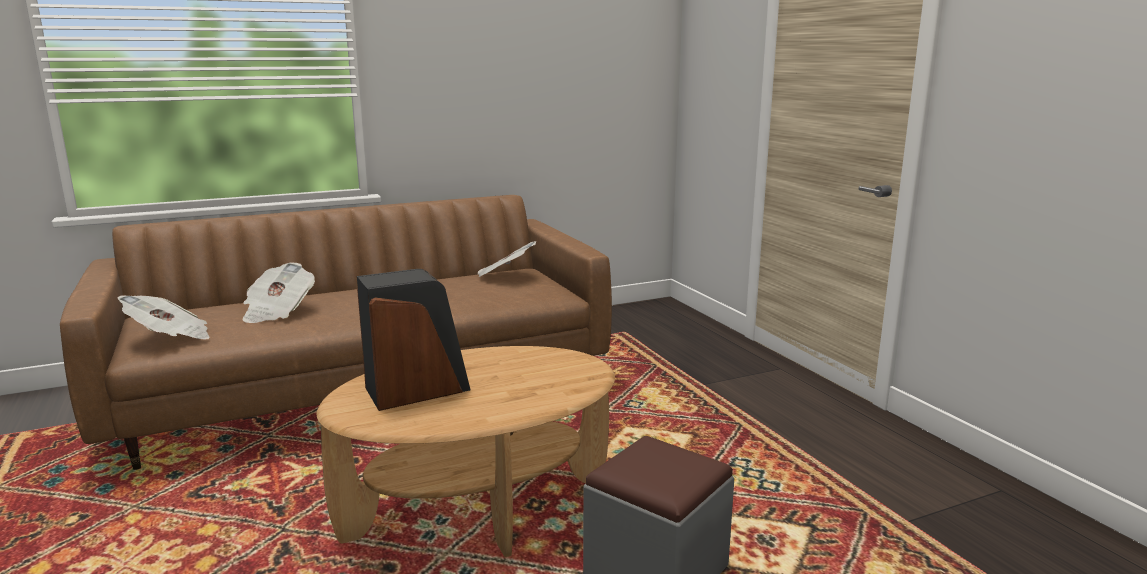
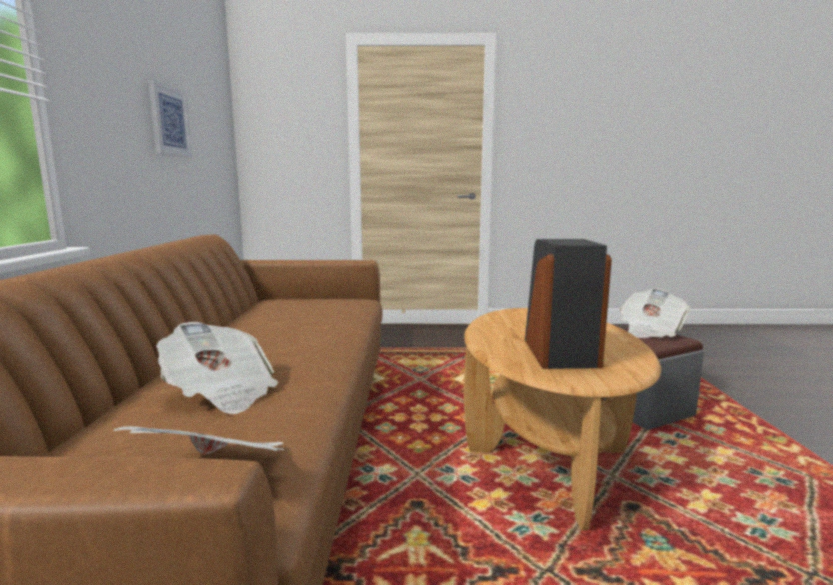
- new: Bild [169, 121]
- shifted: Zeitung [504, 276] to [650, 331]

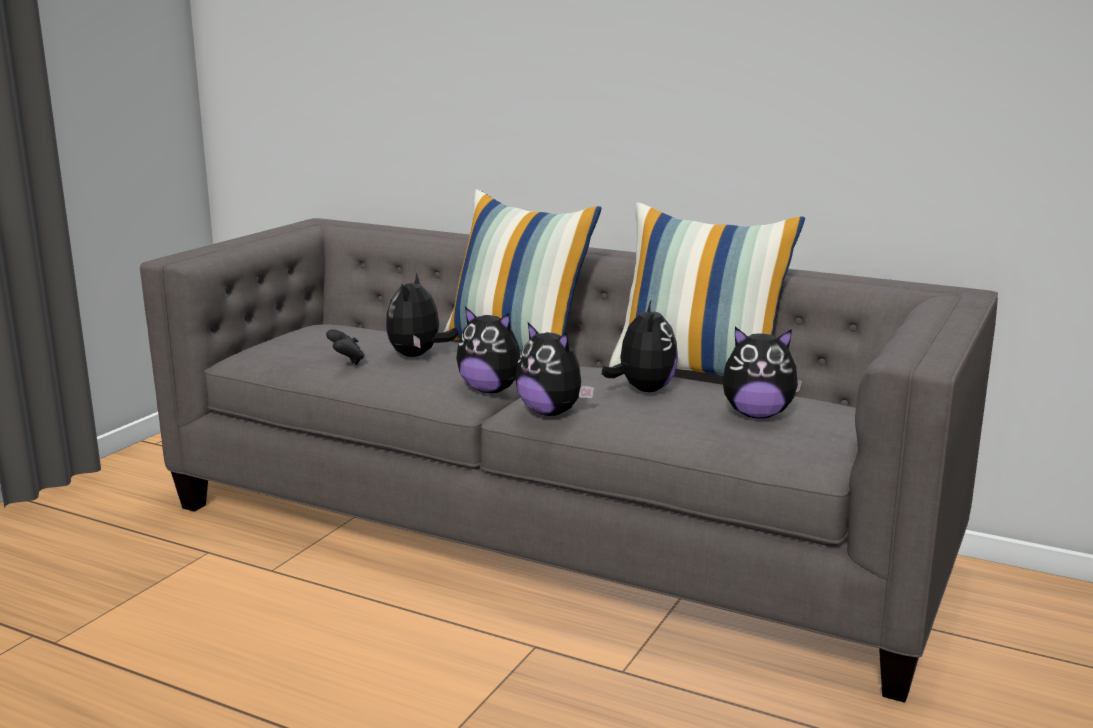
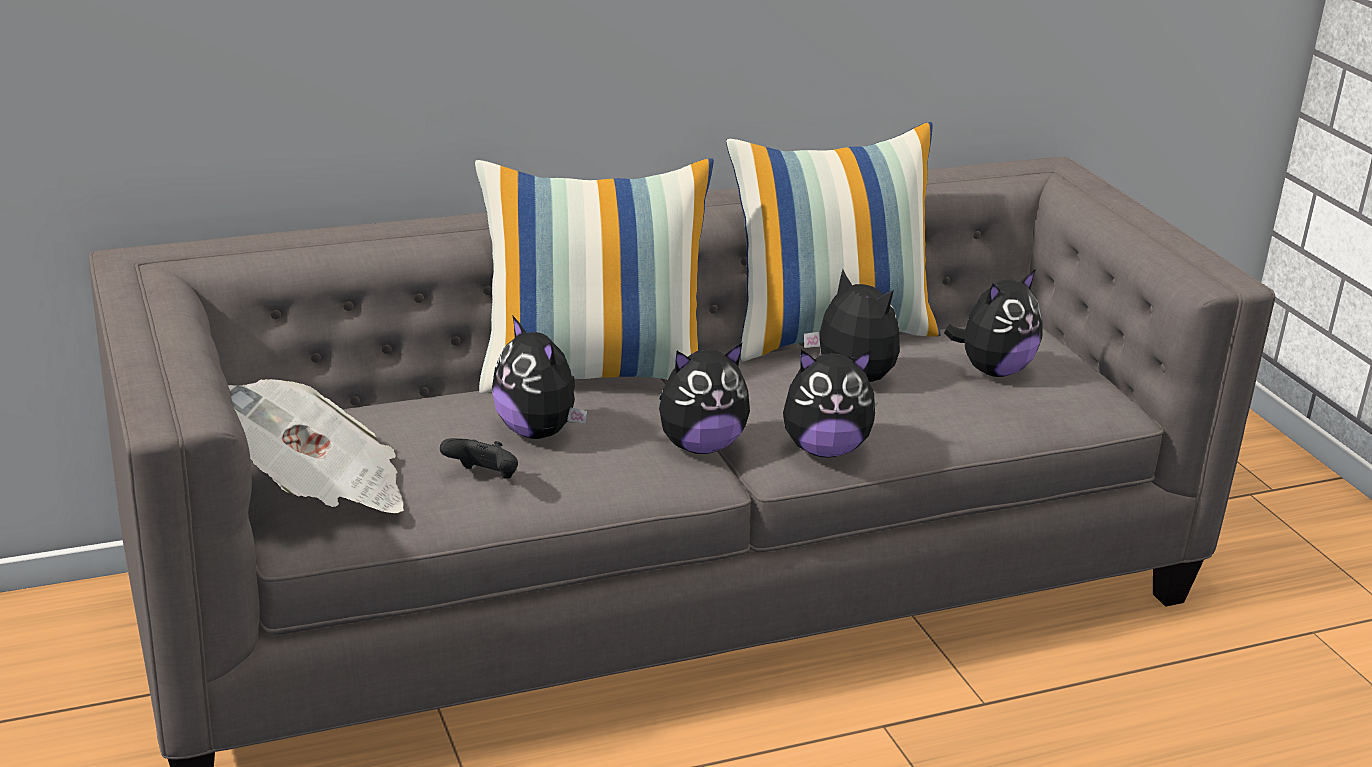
- new: Zeitung [320, 490]

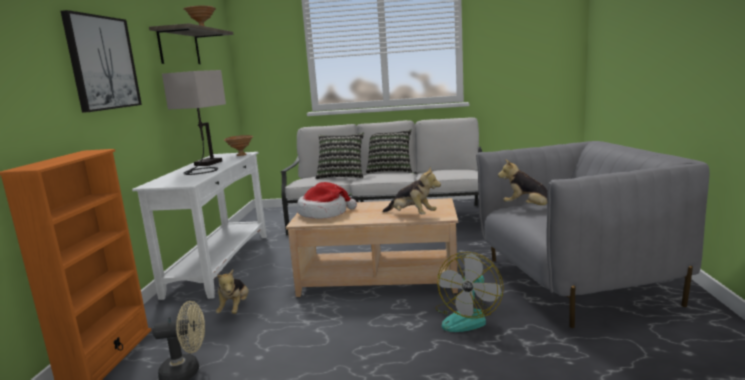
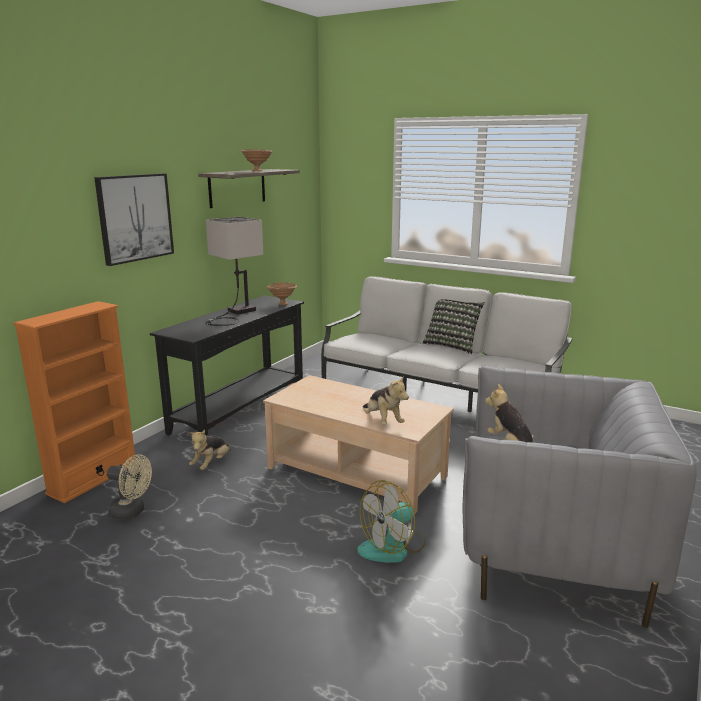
- repainted: Konsolentisch/weiß [220, 263] to Konsolentisch/schwarz [239, 410]
- gone: Hut [324, 213]
- gone: Kissen [341, 176]

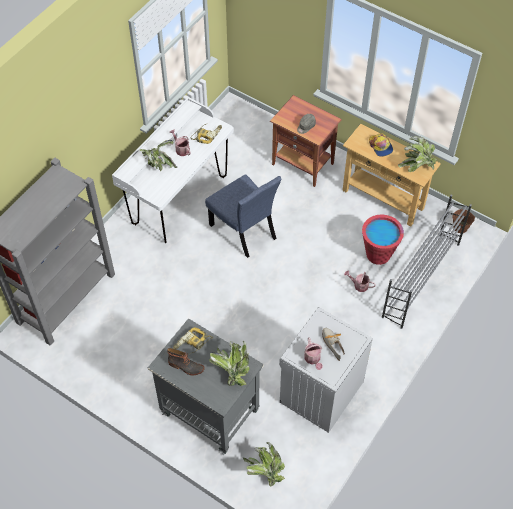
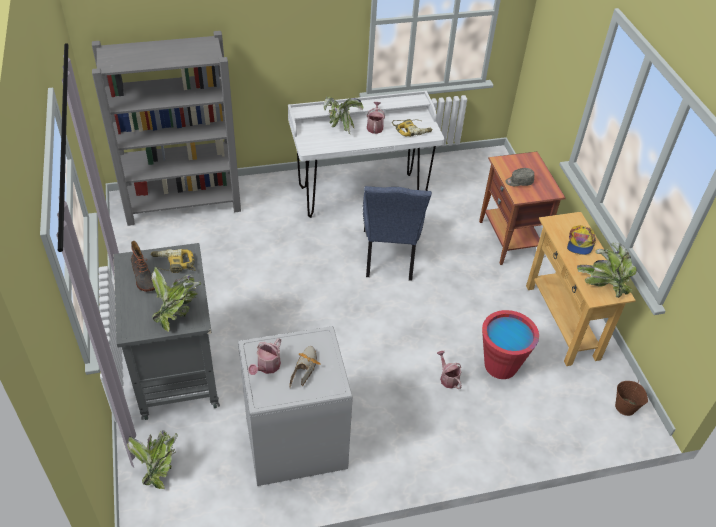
- gone: Schuhregal/grau [420, 280]

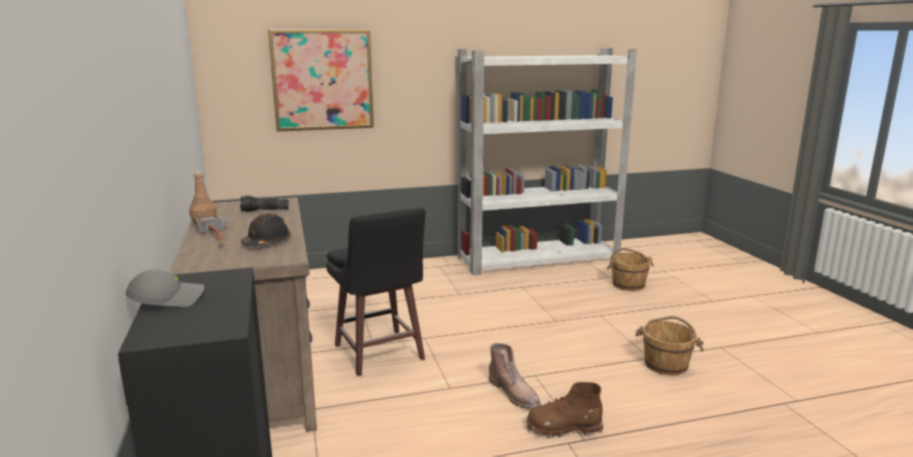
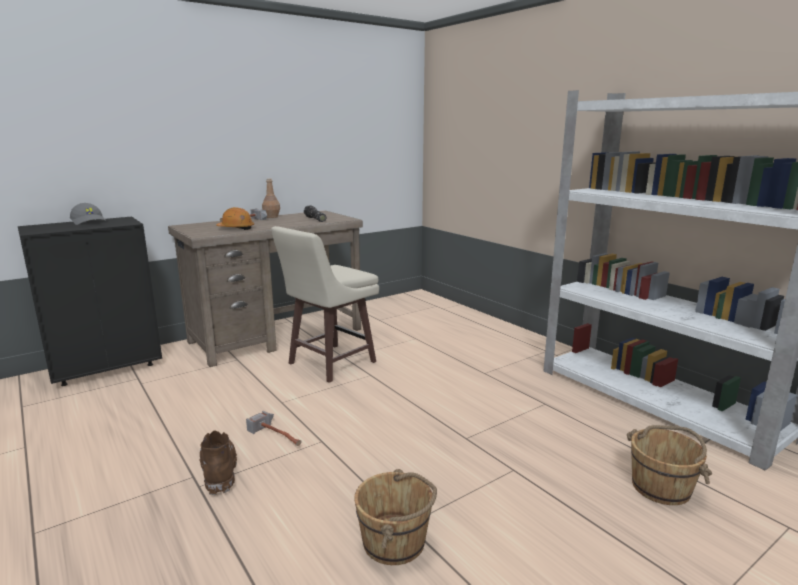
- repainted: Schutzhelm/schwarz [267, 242] to Schutzhelm/orange [236, 228]
- swapped: Stiefel/braun [515, 394] to Hammer [280, 435]
- repainted: Hocker/schwarz [379, 354] to Hocker/beige [329, 363]
- gone: Bild [322, 80]

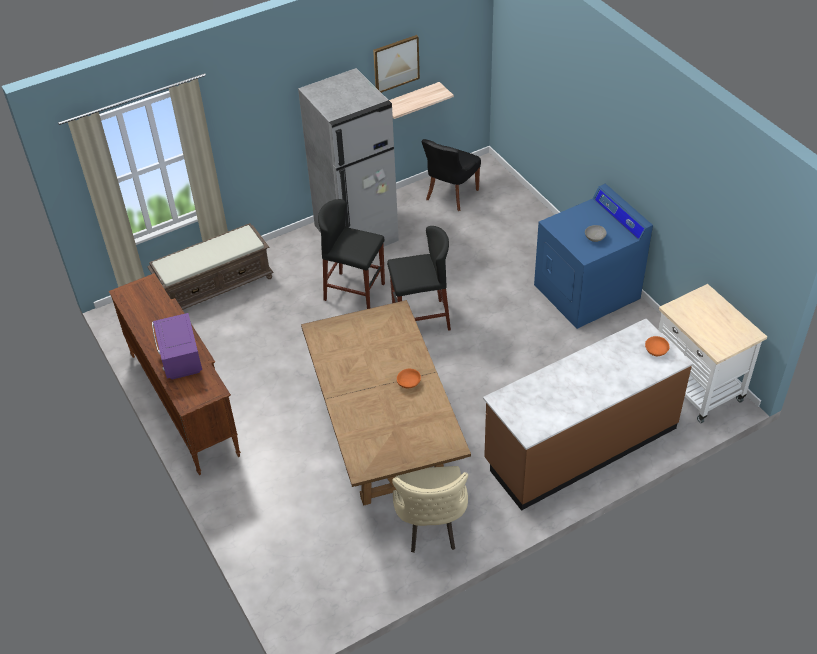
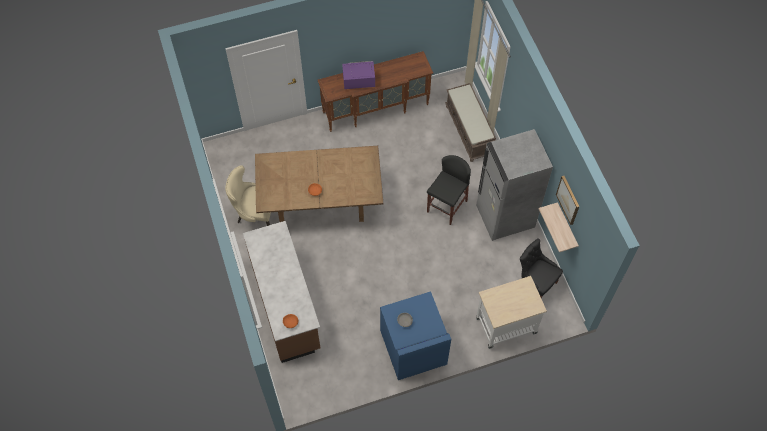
- shifted: Rollwagen/weiß [696, 388] to [505, 326]
- gone: Hocker/schwarz [421, 319]

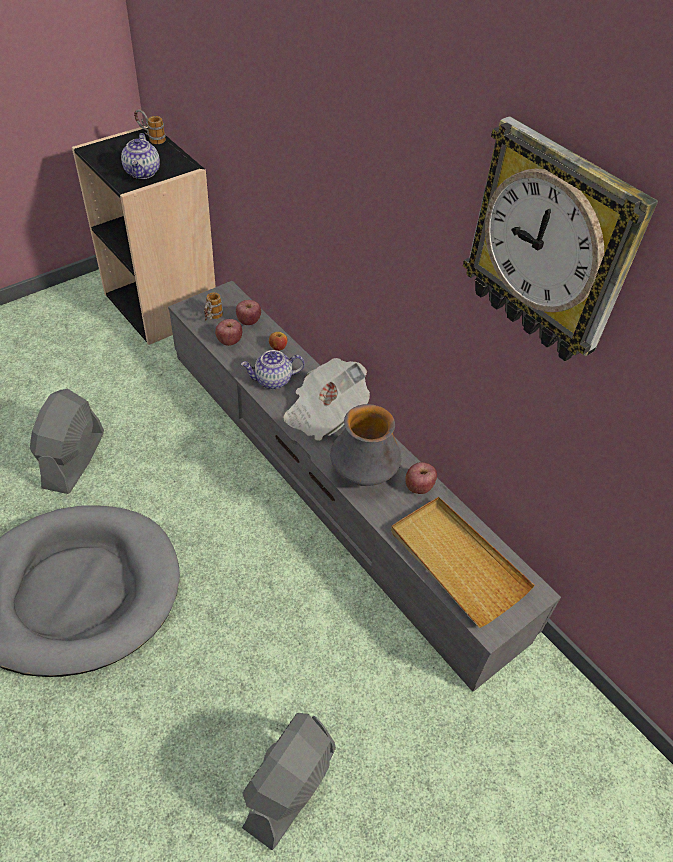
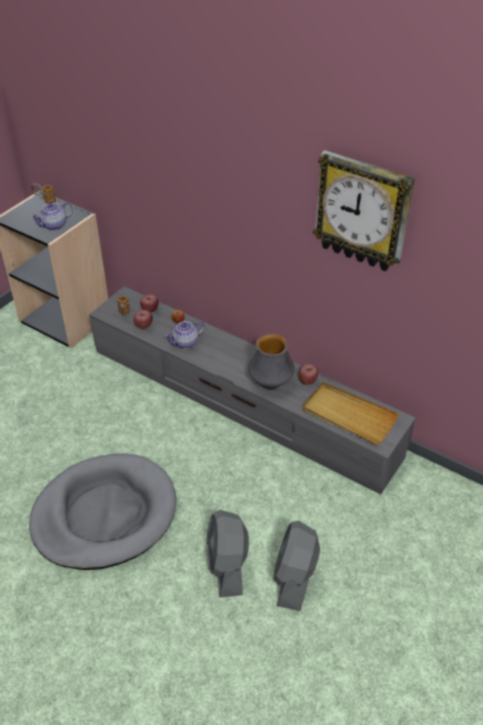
- rotated: Teekanne [143, 173] = [54, 225] 75 degrees clockwise
- shifted: Ventilator/grau [73, 460] to [227, 565]
- gone: Zeitung [324, 414]

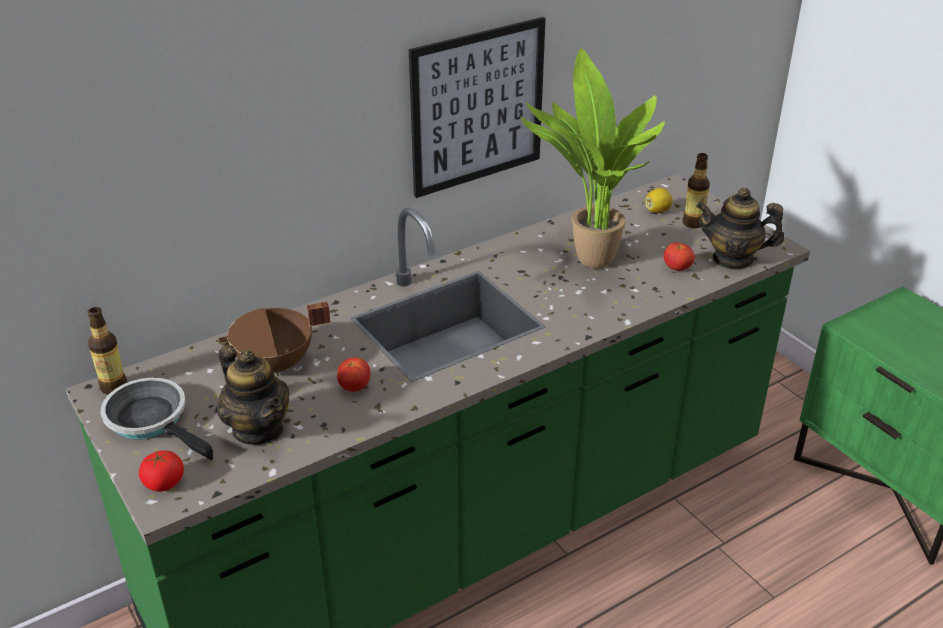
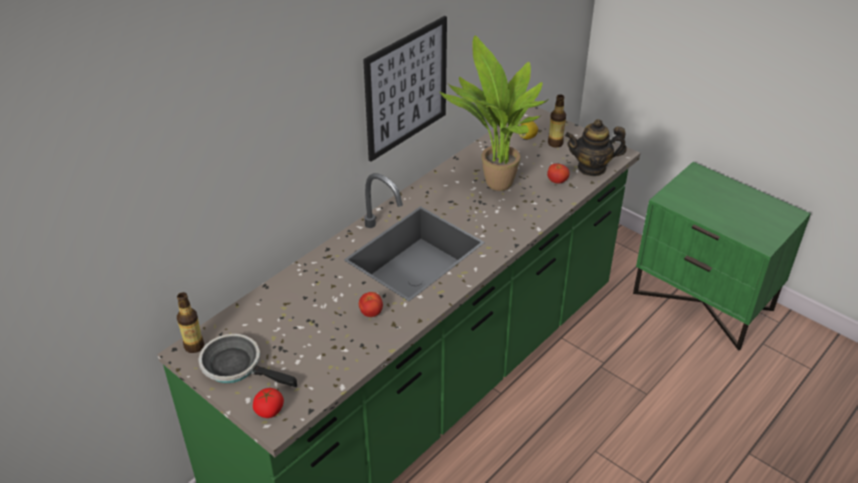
- gone: Kochtopf/braun [275, 365]
- gone: Teekanne [258, 429]

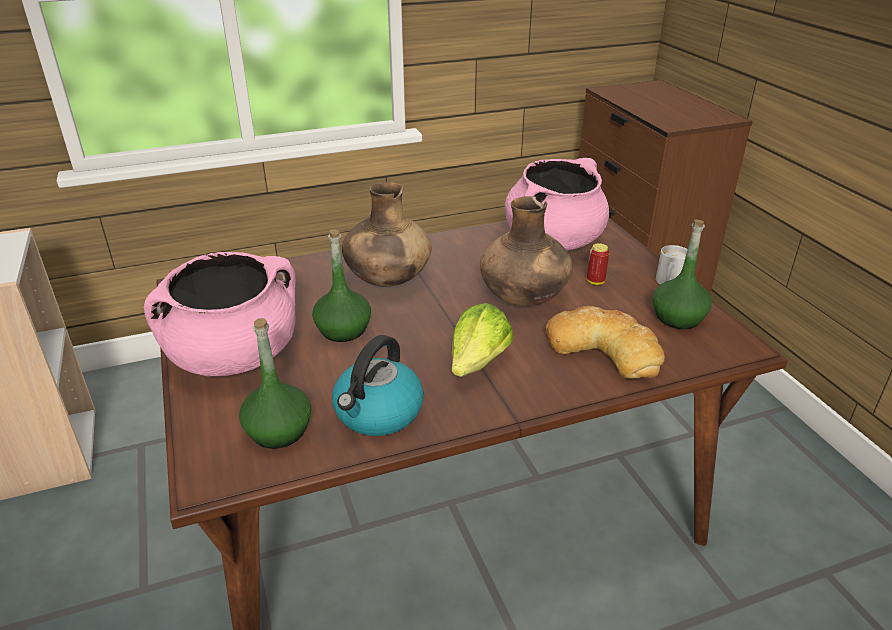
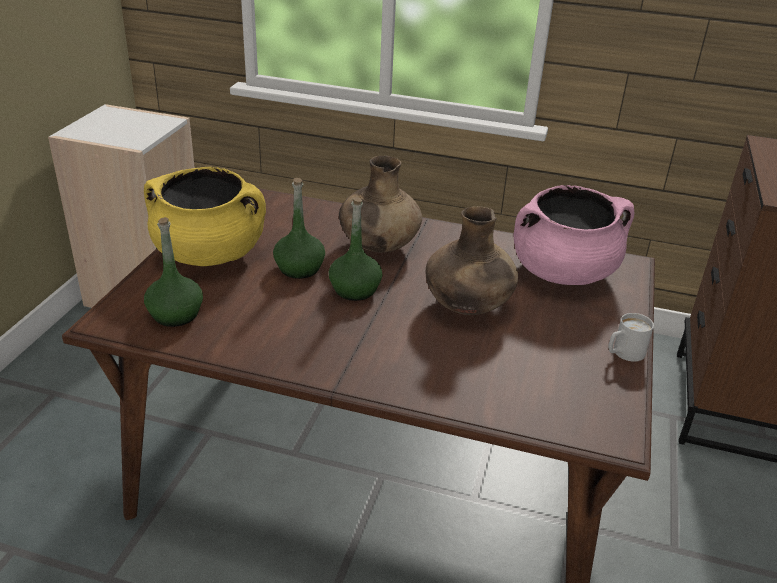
- repainted: Kochtopf/rosa [234, 356] to Kochtopf/gelb [210, 254]
- shifted: Flasche/grün [678, 317] to [355, 290]
- gone: Wasserkessel [378, 413]
- gone: Salatkopf [478, 362]
- gone: Brot [604, 348]
- gone: Dose [595, 282]

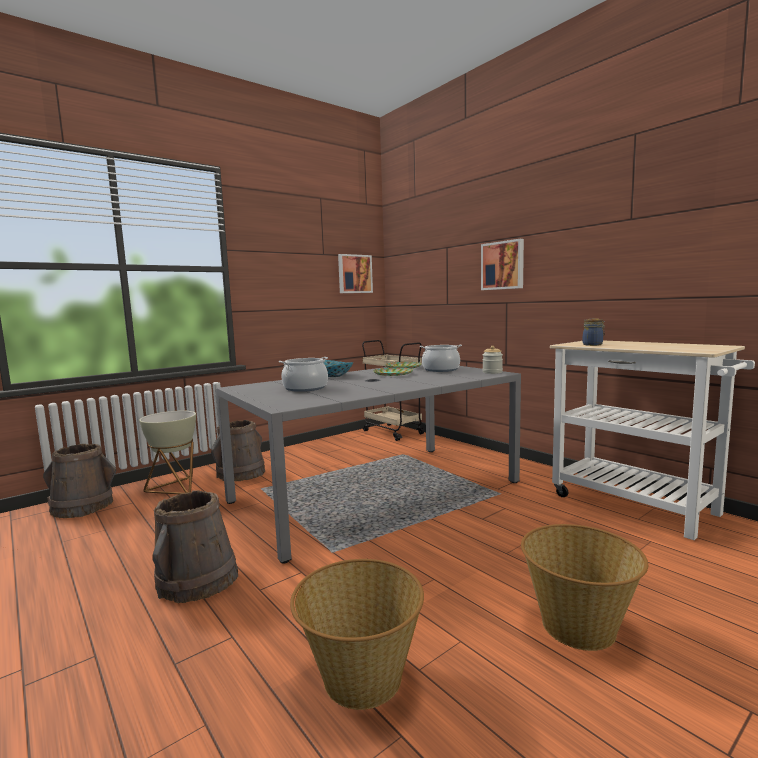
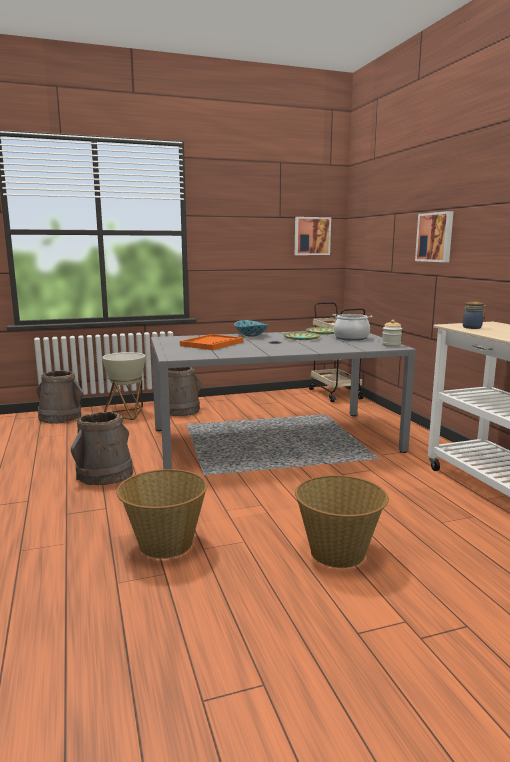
- swapped: Kochtopf [305, 388] to Tablett/orange [212, 344]

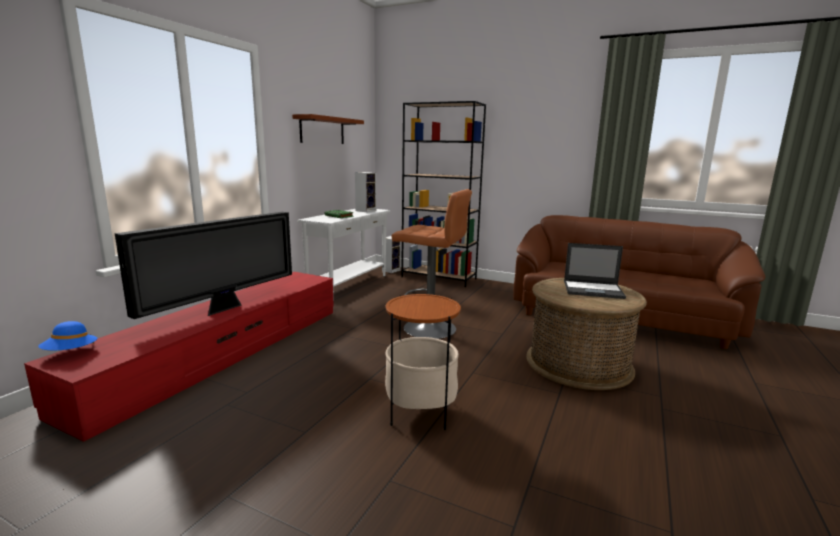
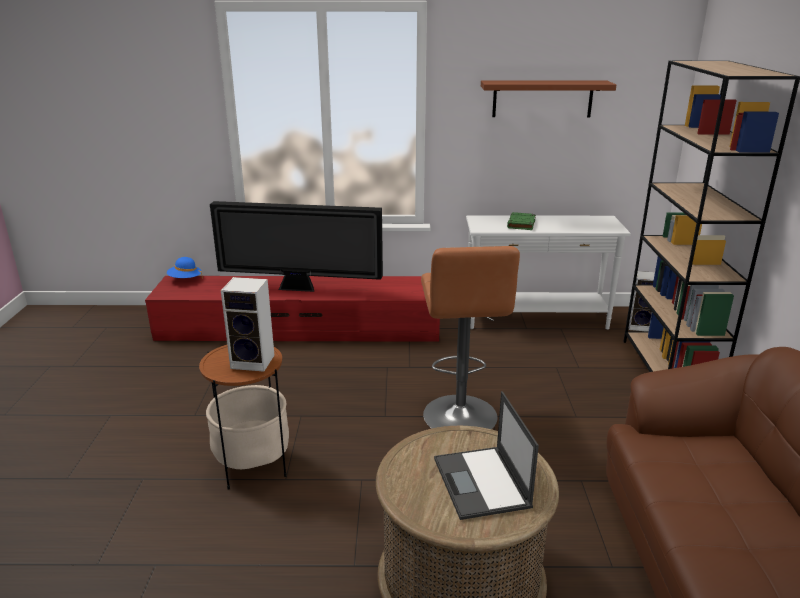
- shifted: Lautsprecher [366, 210] to [254, 361]

